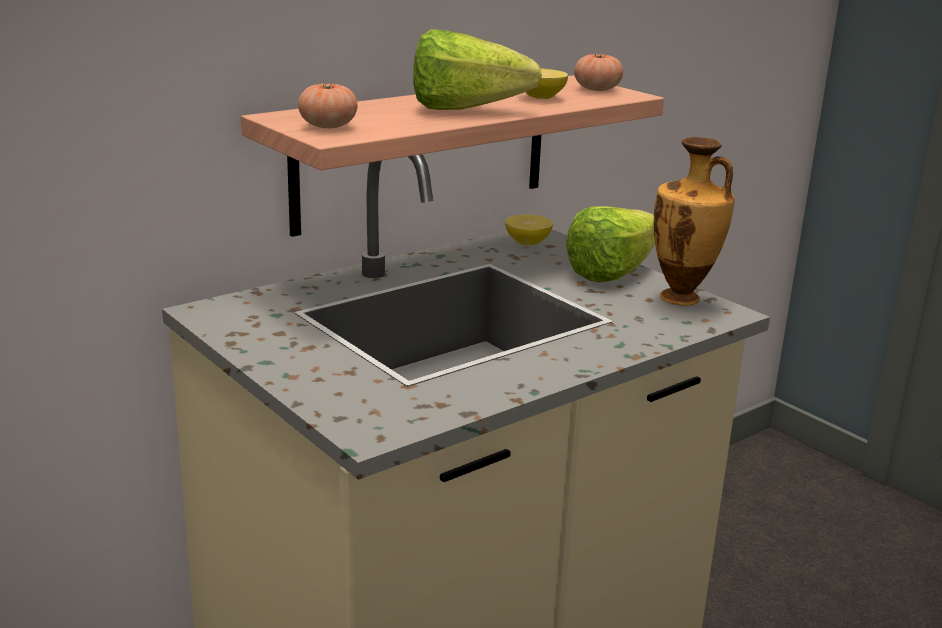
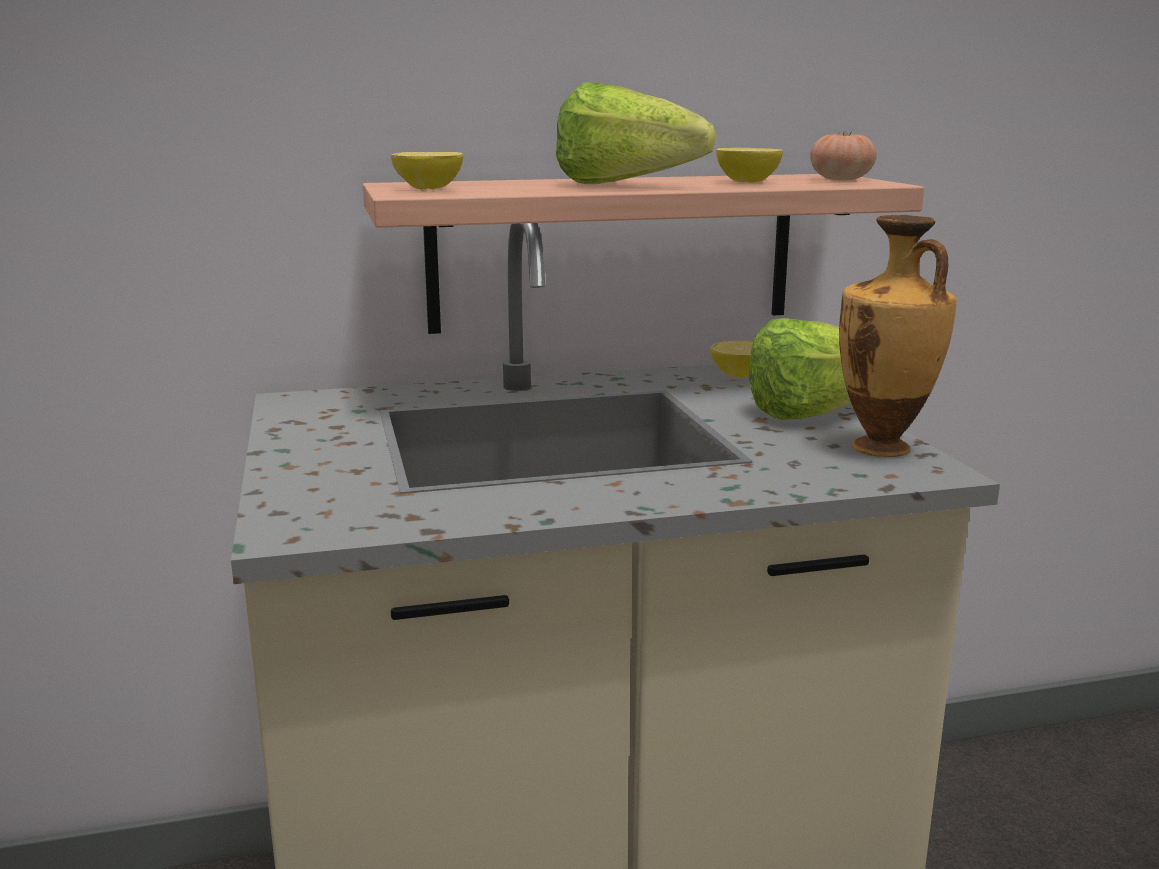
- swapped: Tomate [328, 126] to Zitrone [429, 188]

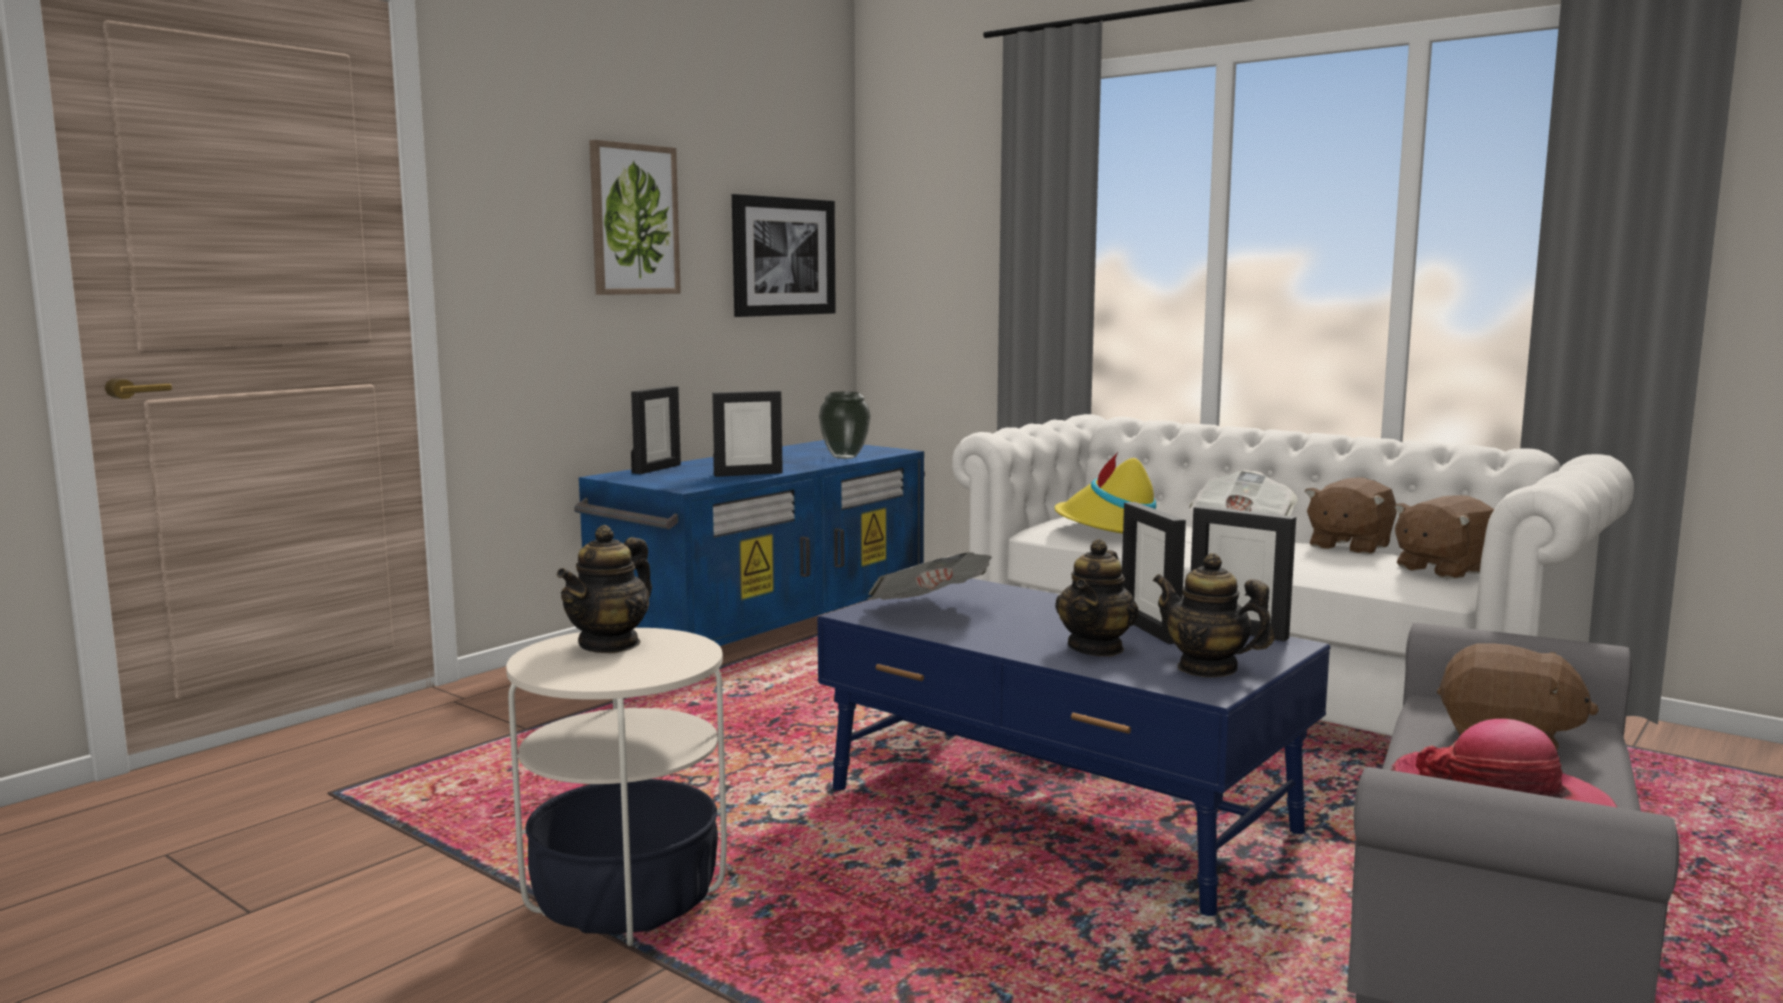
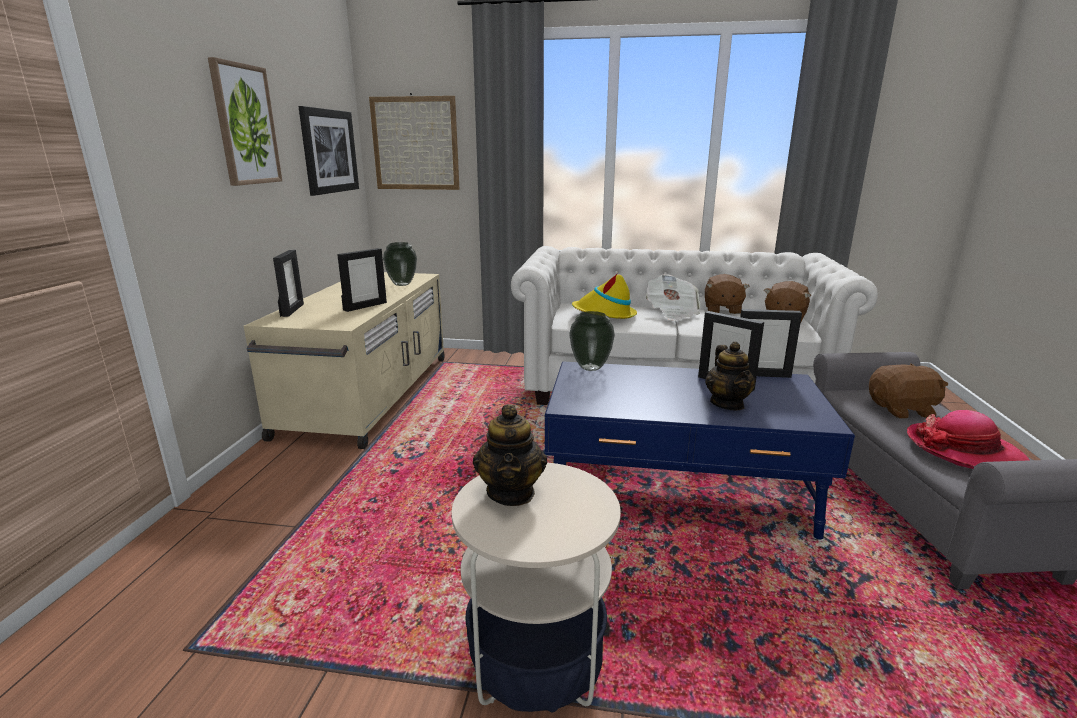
- repainted: Schrank/blau [768, 621] to Schrank/beige [370, 394]
- new: Bild [415, 142]
- new: Vase [590, 368]
- gone: Zeitung [928, 612]
- gone: Teekanne [1207, 668]

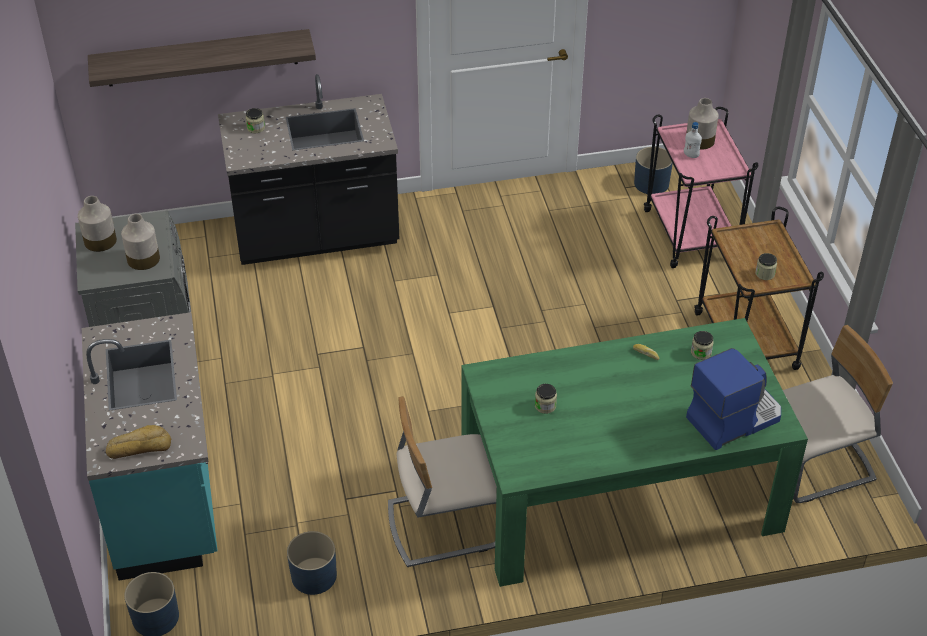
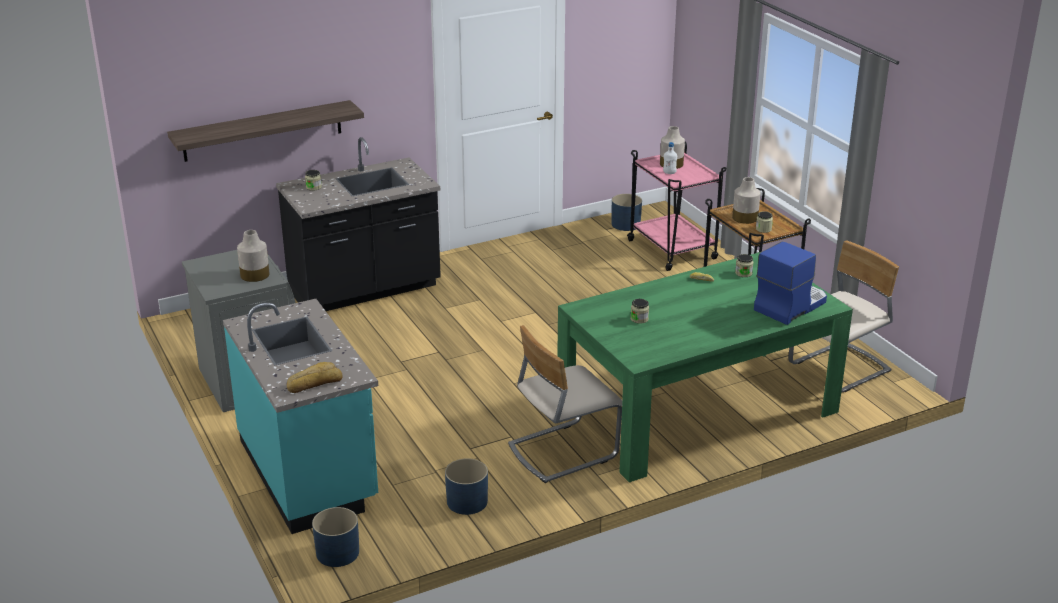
- shifted: Vase/beige [100, 241] to [745, 218]

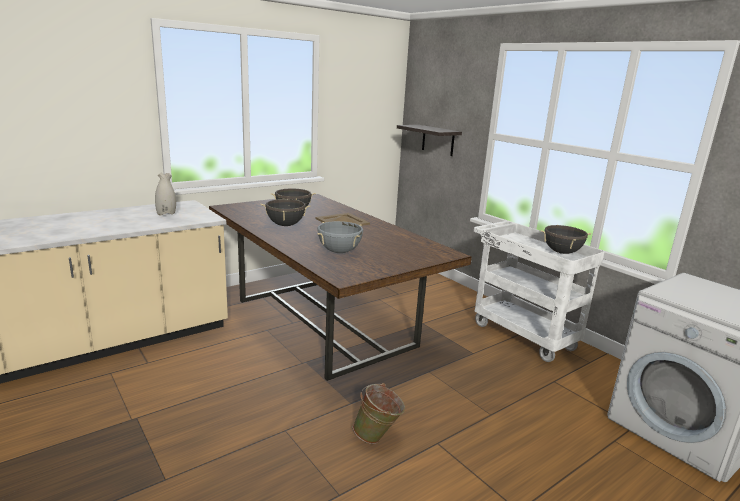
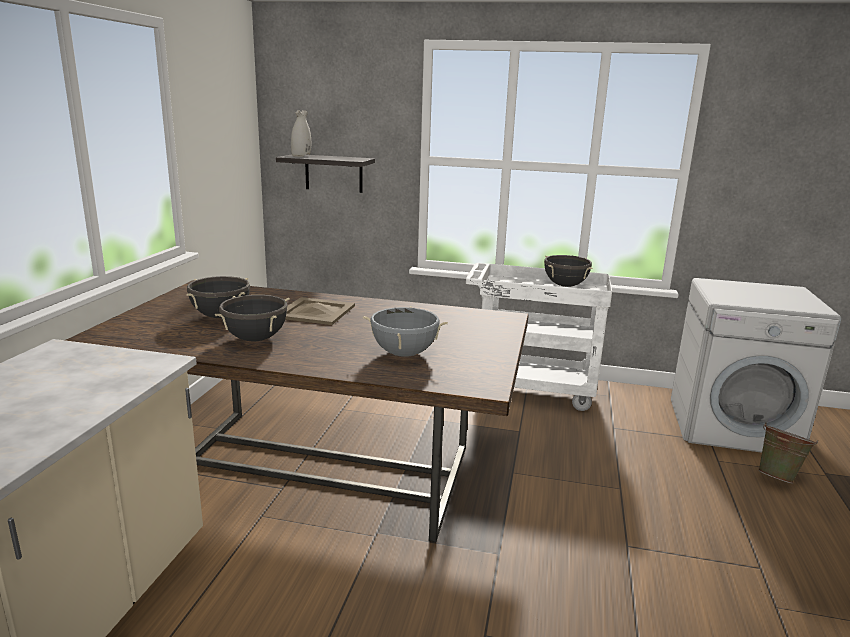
- shifted: Vase/weiß [166, 214] to [301, 156]
- shifted: Eimer/grün [378, 437] to [778, 477]

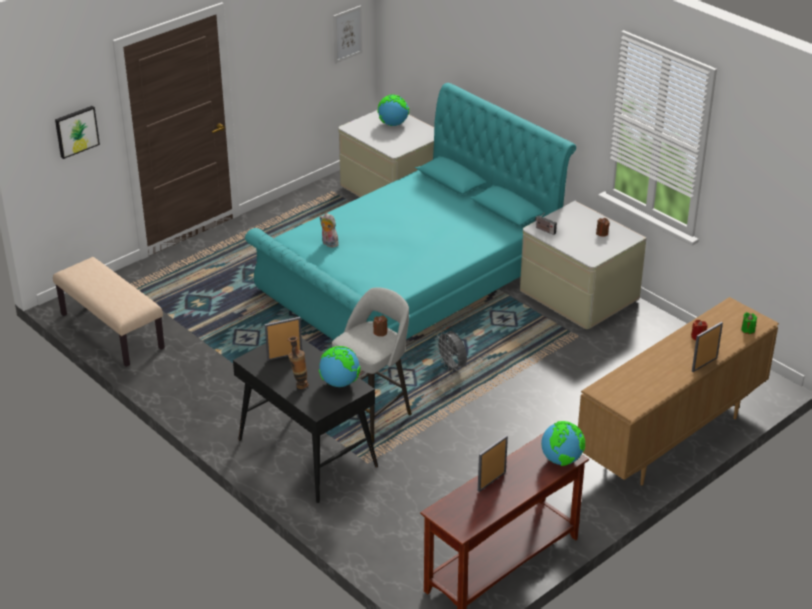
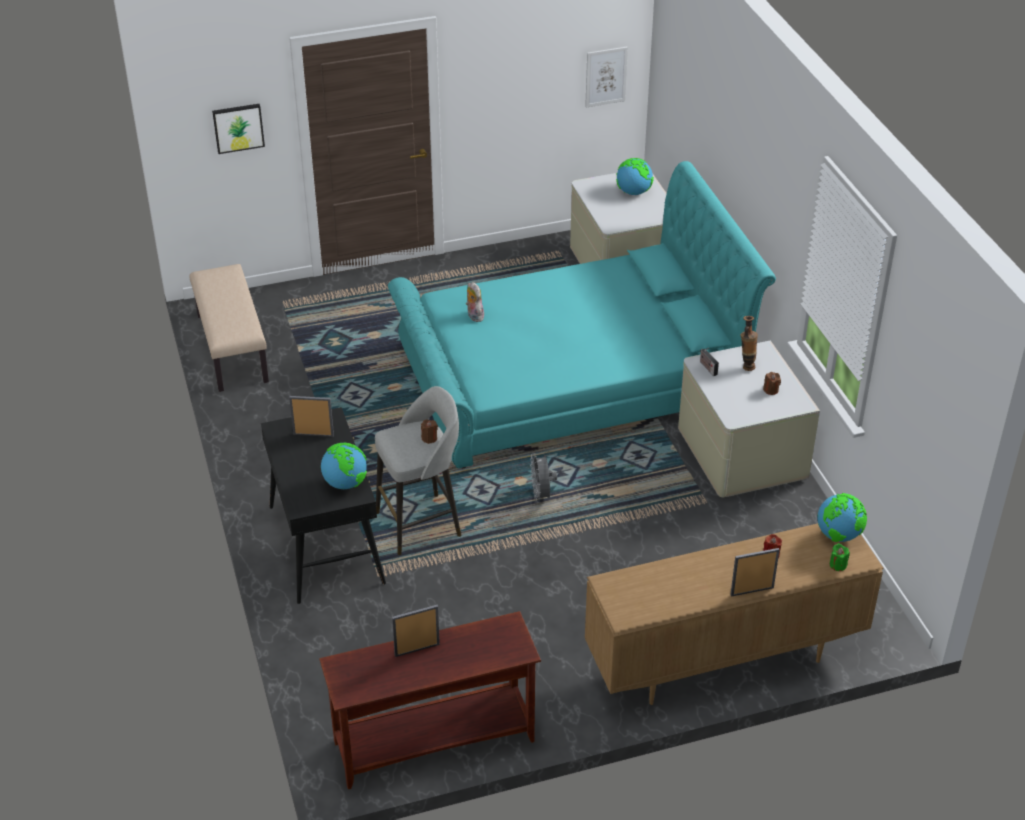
- shifted: Vase [299, 384] to [746, 366]
- shifted: Globus [562, 460] to [839, 535]

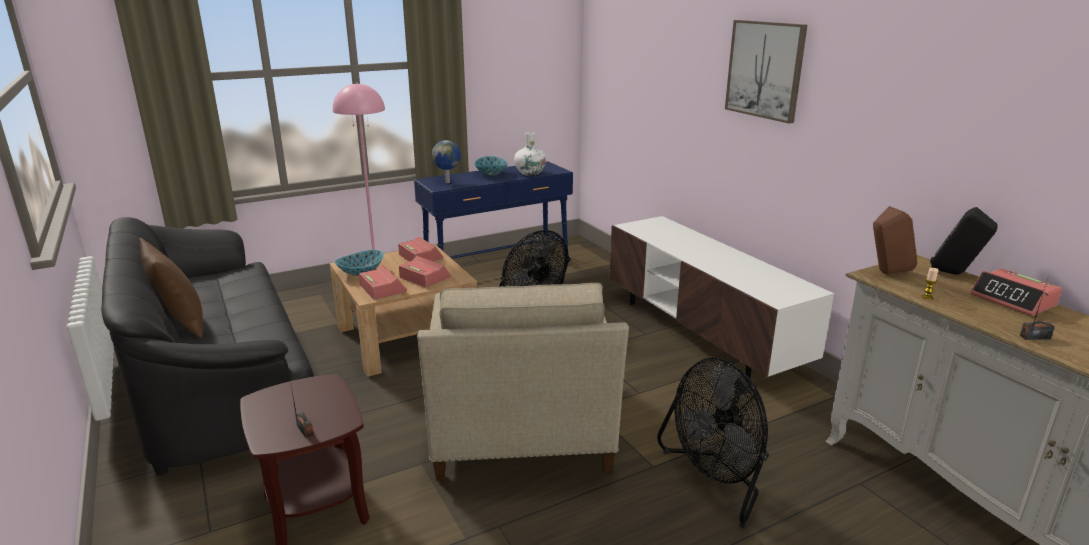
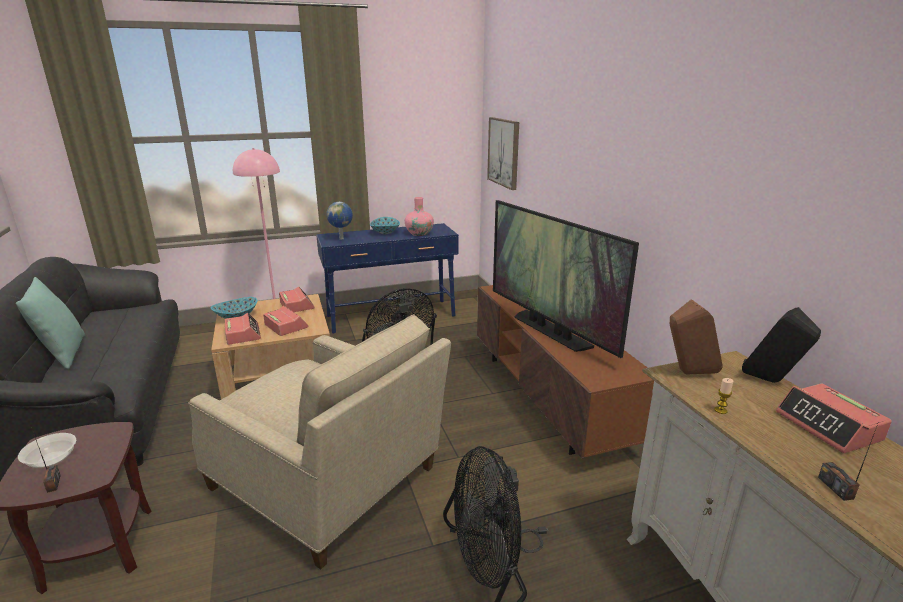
- repainted: Kissen/braun [180, 324] to Kissen/türkis [63, 353]
- new: Schüssel [52, 459]
- rotated: Sessel/beige [520, 426] = [327, 481] 60 degrees counterclockwise
- repainted: Vase/weiß [530, 173] to Vase/rosa [419, 233]
- repainted: Fernsehschrank/weiß [702, 332] to Fernsehschrank/braun [548, 397]
- shifted: Bild [765, 70] to [504, 152]
- new: Fernseher [550, 331]
- rotated: Radio [1035, 337] = [835, 488] 105 degrees counterclockwise

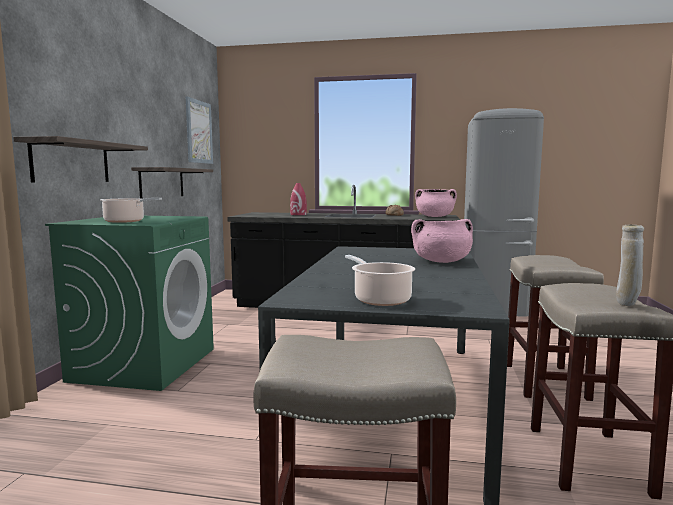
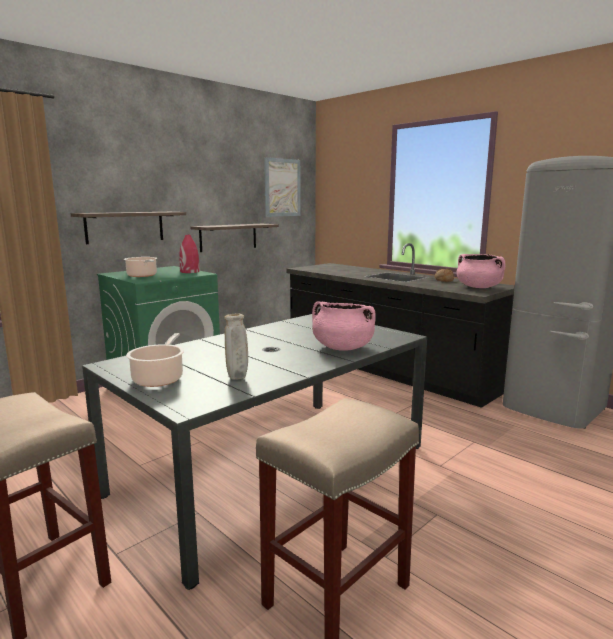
- shifted: Vase/rot [298, 214] to [189, 271]
- shifted: Vase/beige [627, 304] to [237, 378]
- gone: Hocker/beige [546, 382]

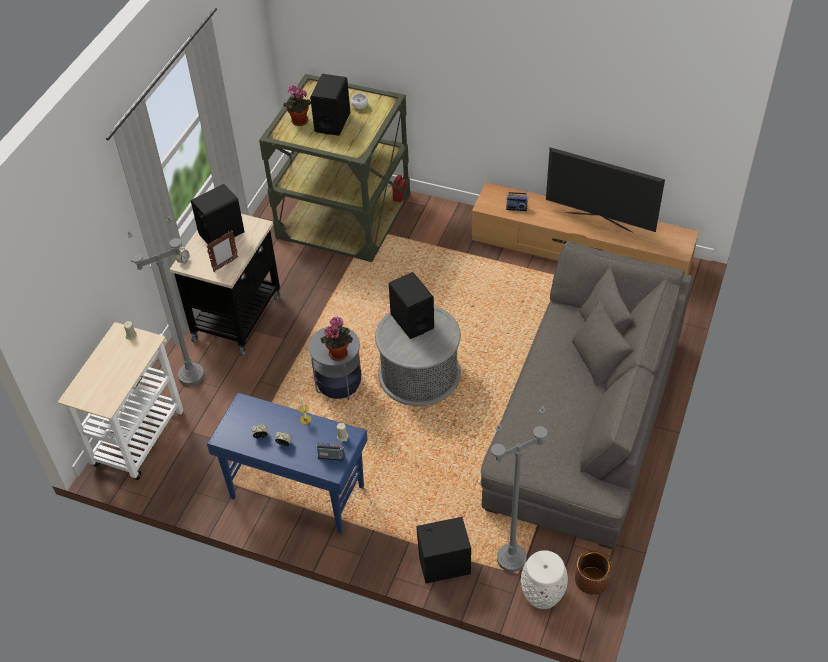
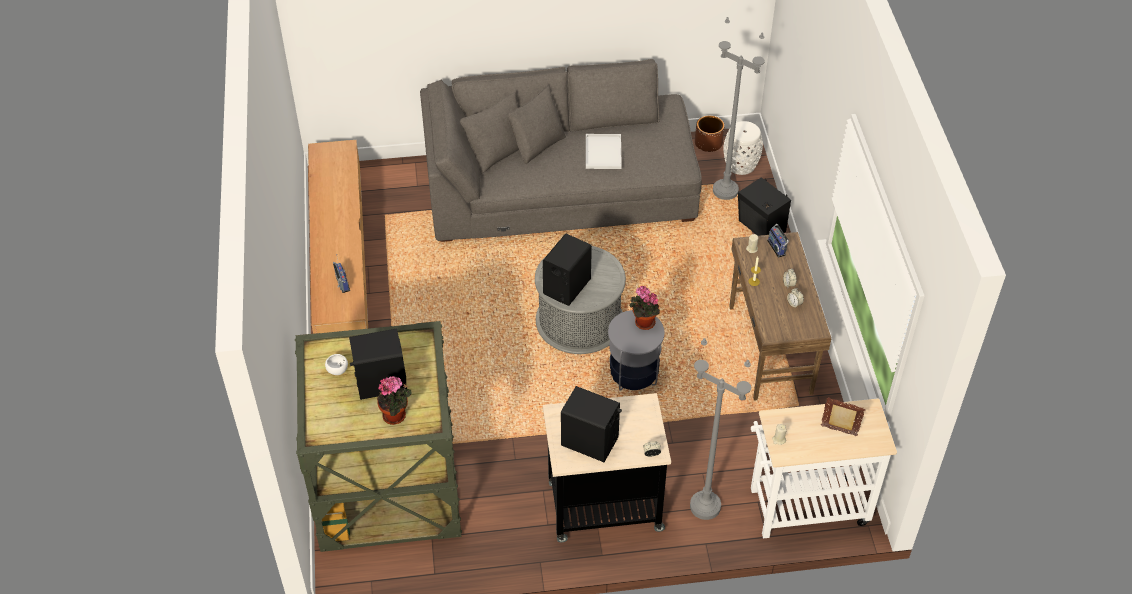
- new: Tablett/weiß [604, 153]
- repainted: Konsolentisch/blau [296, 492] to Konsolentisch/braun [770, 350]
- shifted: Bilderrahmen [225, 265] to [839, 431]
- gone: Fernseher [599, 221]

